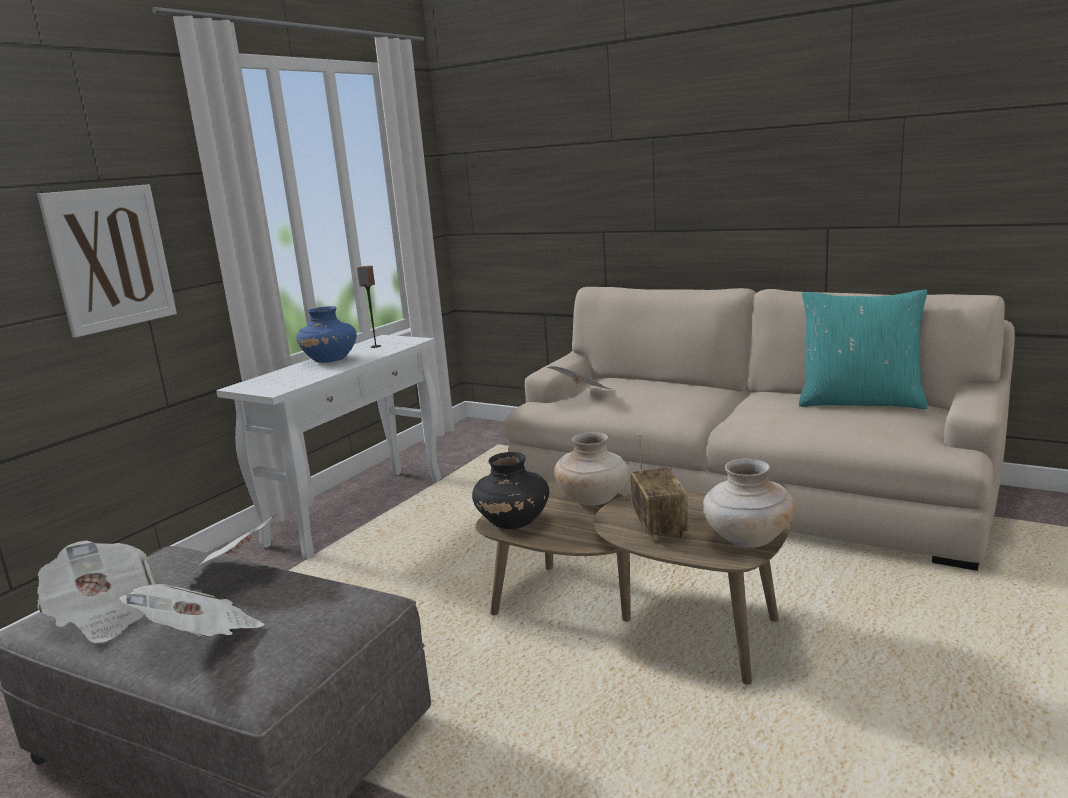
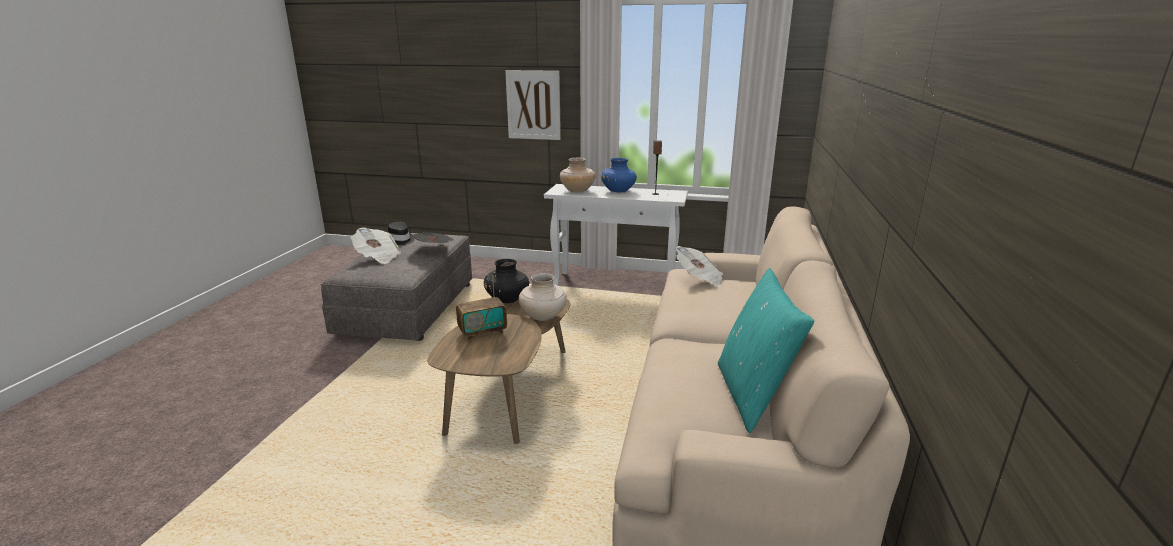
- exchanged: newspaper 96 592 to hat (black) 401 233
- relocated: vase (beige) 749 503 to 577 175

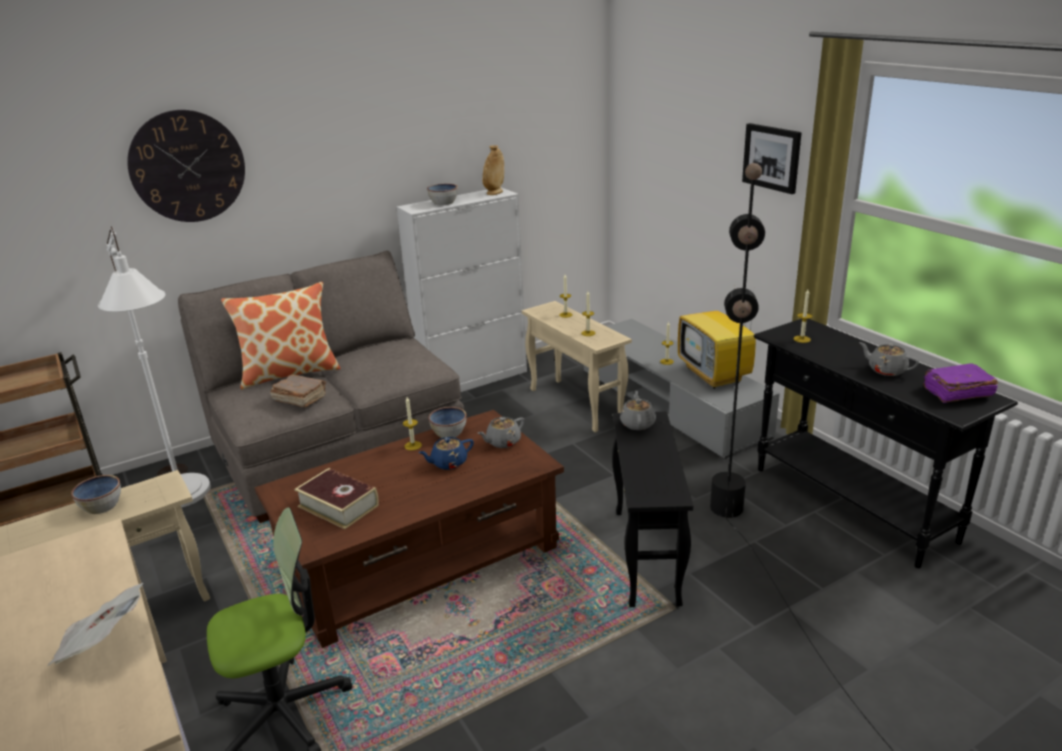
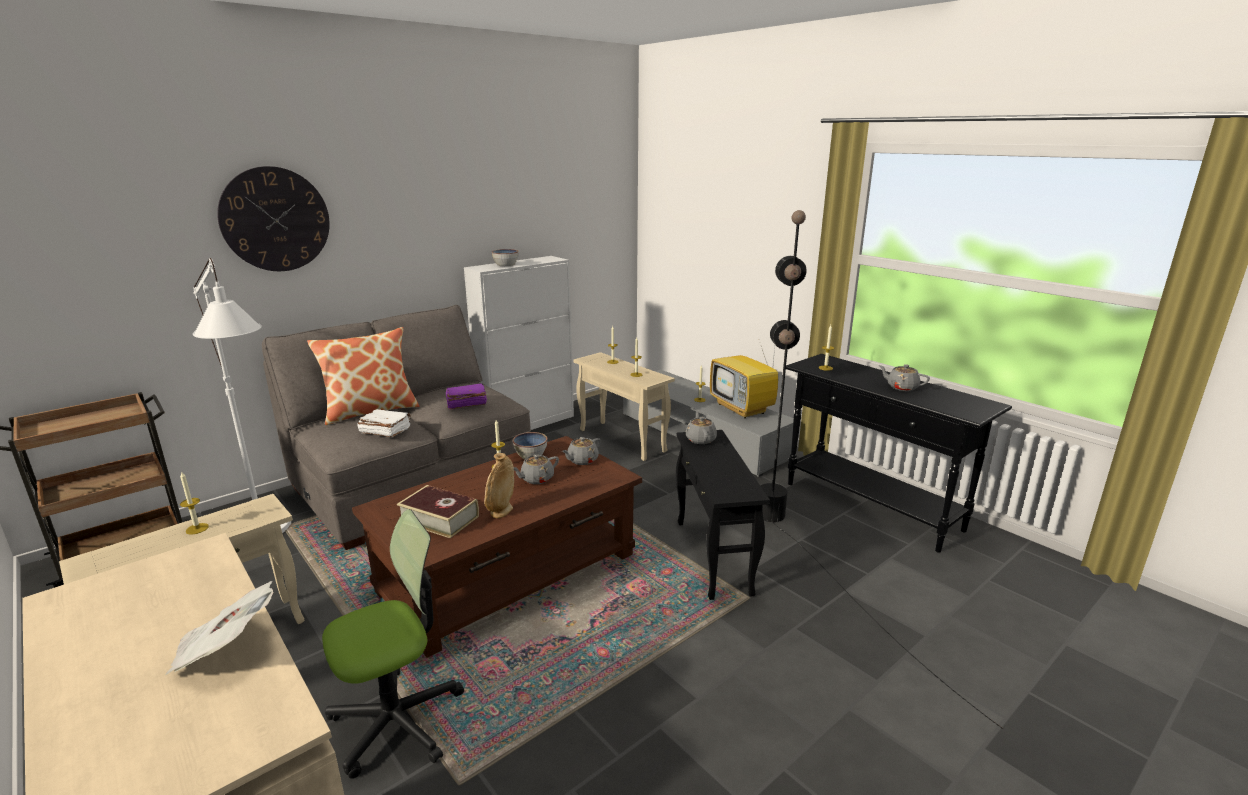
- exchanged: bowl 96 494 to candle 194 503
- colour: book (brown) 298 390 to book (white) 384 423
- colour: teapot (blue) 446 453 to teapot (grey) 536 469
- relocated: vase (beige) 493 170 to 499 485
- missing: picture 772 158
- relocated: book (purple) 961 383 to 466 397

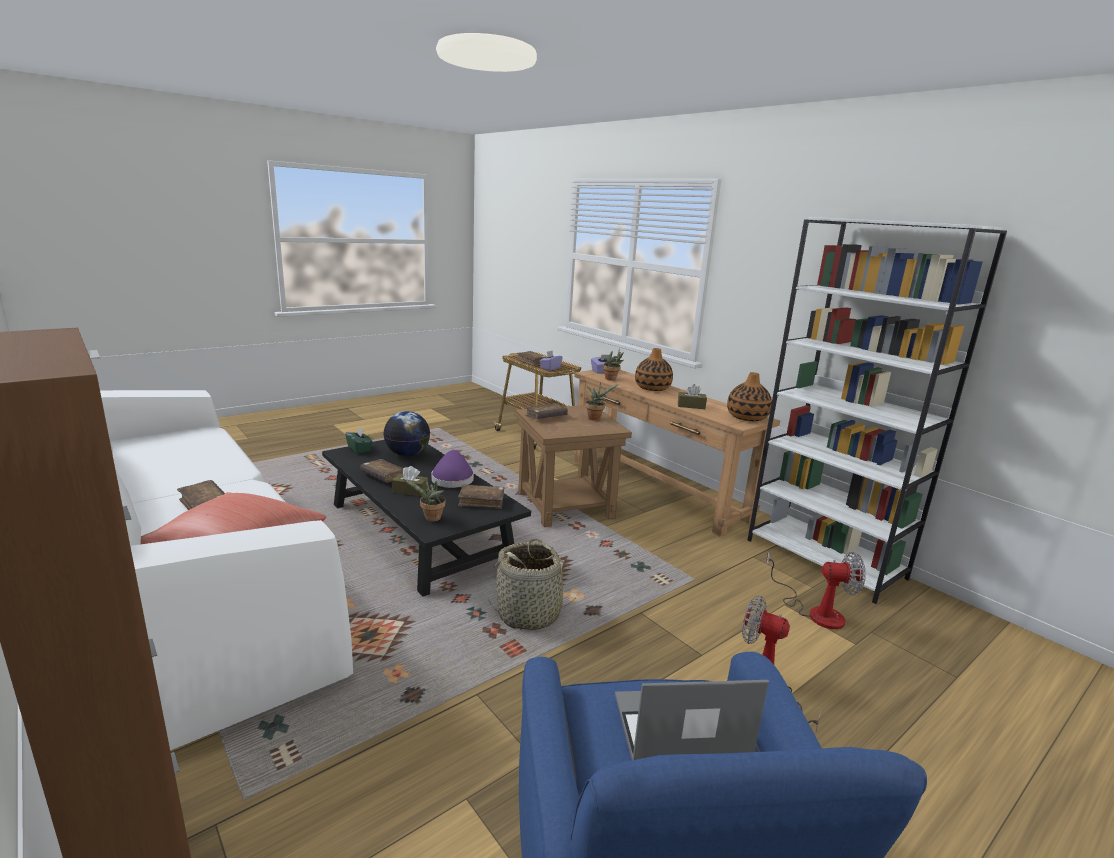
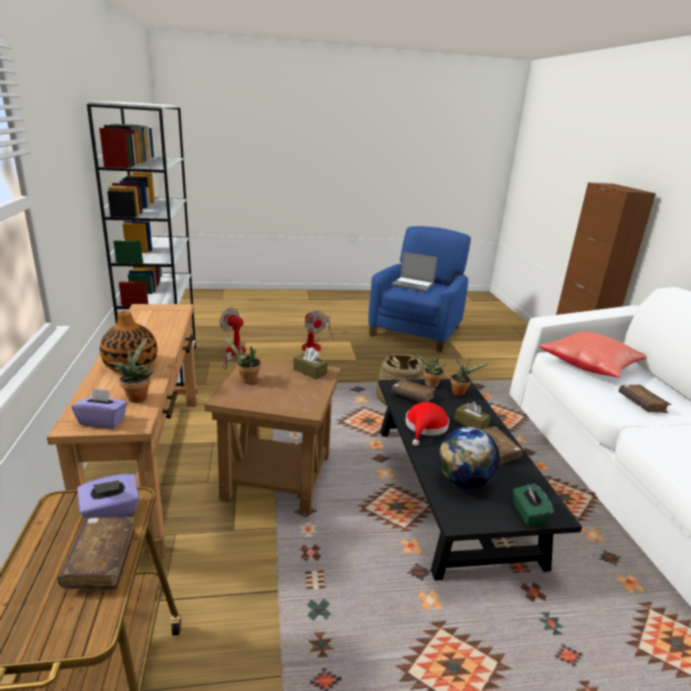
- colour: hat (purple) 452 469 to hat (red) 427 424
- missing: book (brown) 546 411
- relocated: tissue box (brown) 692 396 to 311 363
- missing: vase 749 396
- appeared: potted plant 430 370

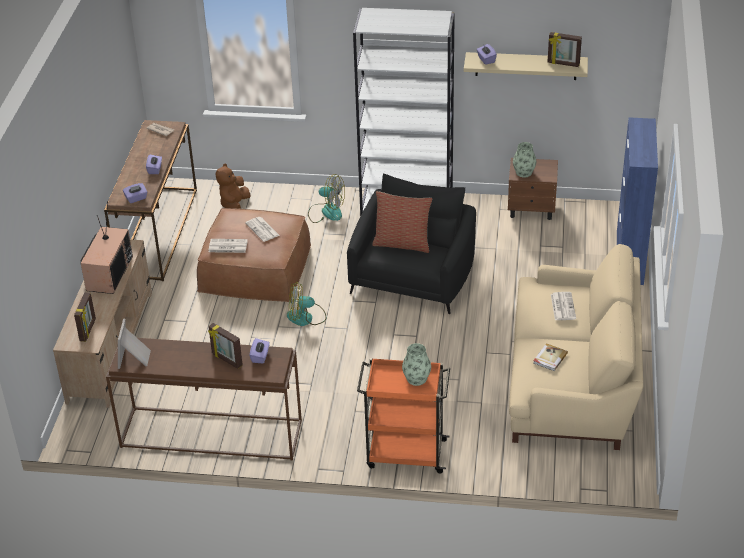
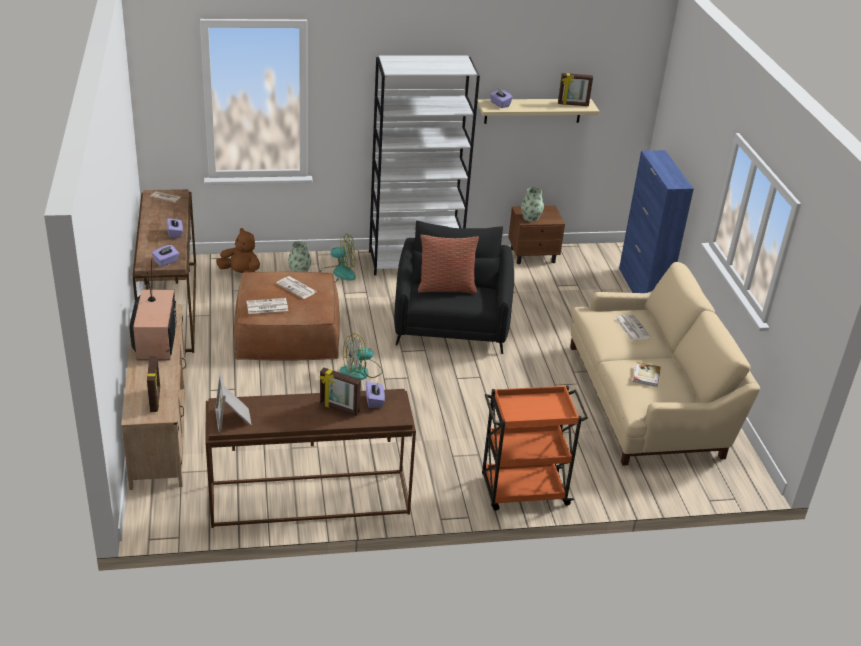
- spun: plush toy (brown) 233 186 = 238 250 120 degrees clockwise
- relocated: vase 416 364 to 299 256

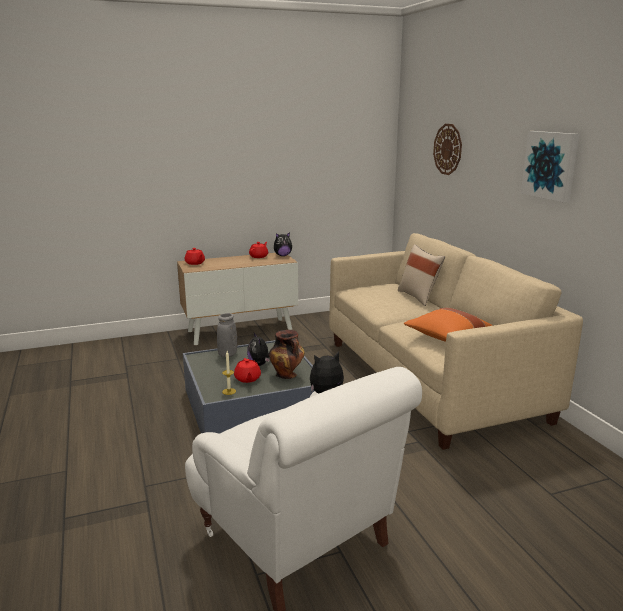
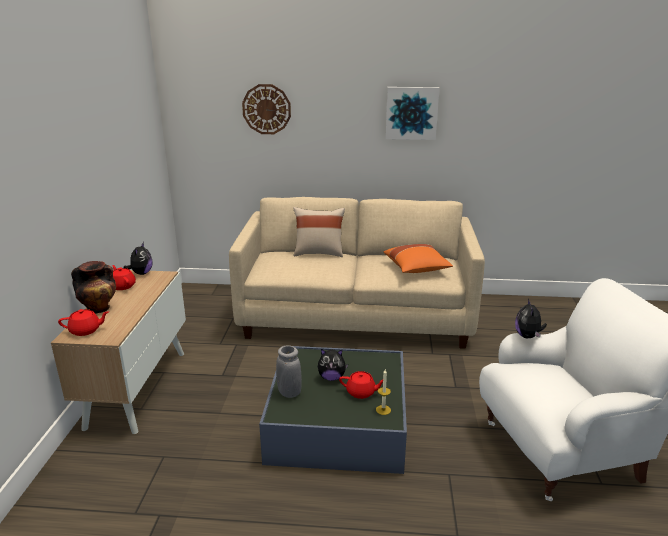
- relocated: vase 287 354 to 93 287

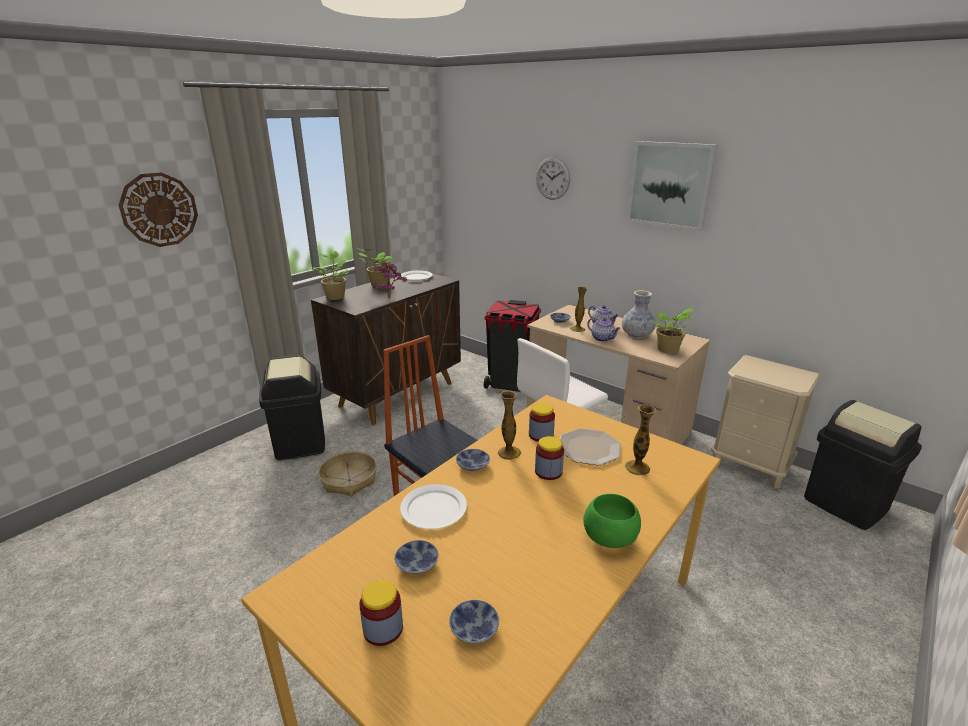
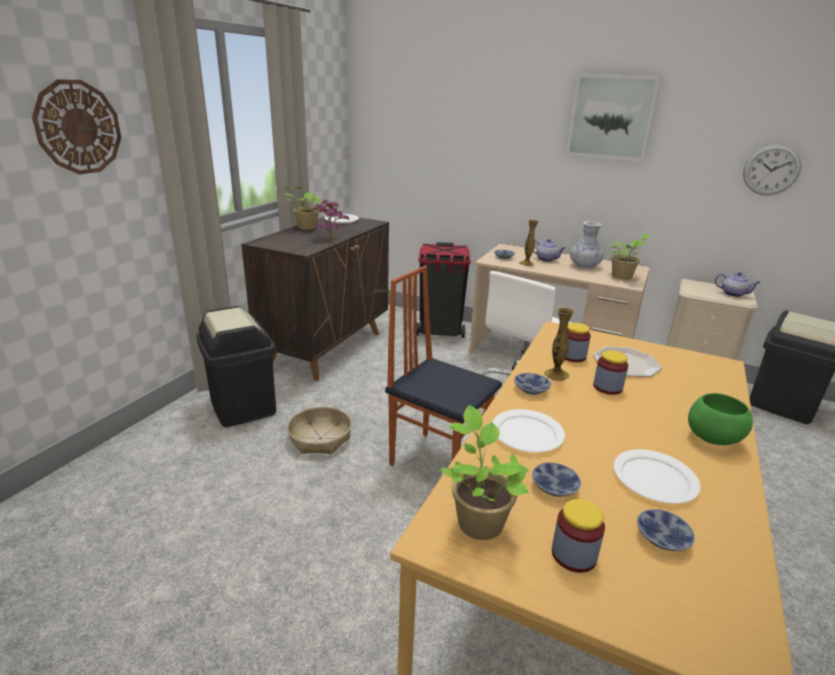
- relocated: potted plant 330 275 to 484 472
- relocated: wall clock 553 178 to 772 169
- relocated: teapot 604 330 to 738 284
- missing: vase 640 439
- appeared: plate (white) 657 476

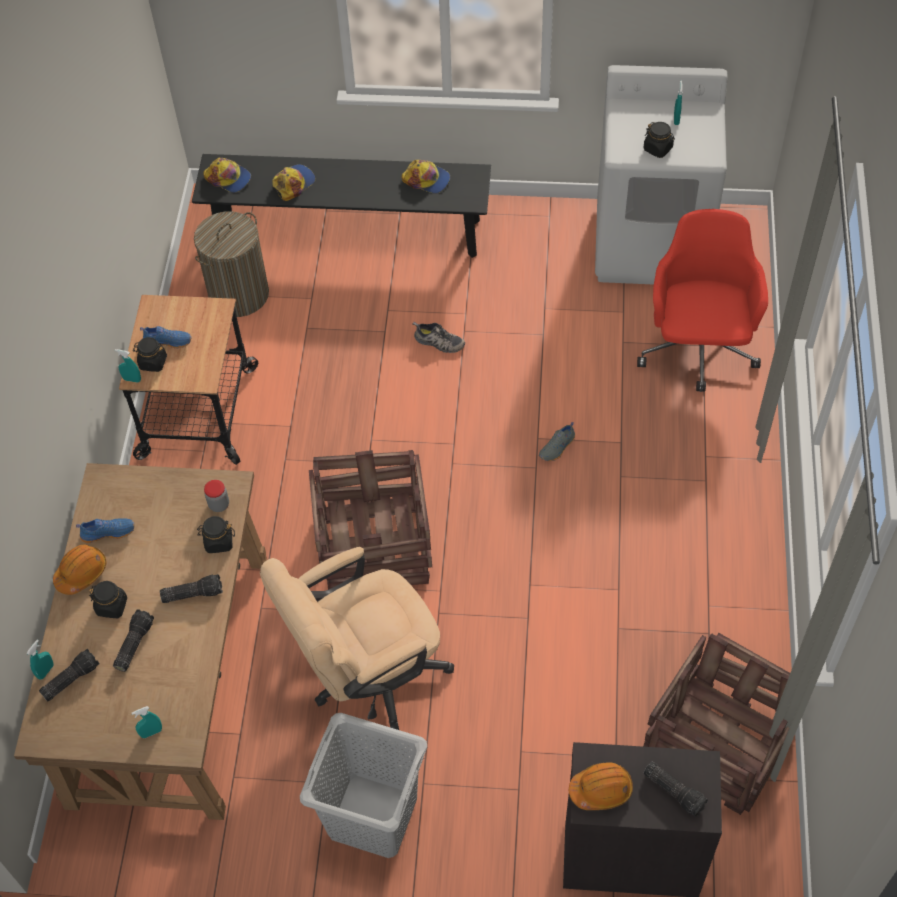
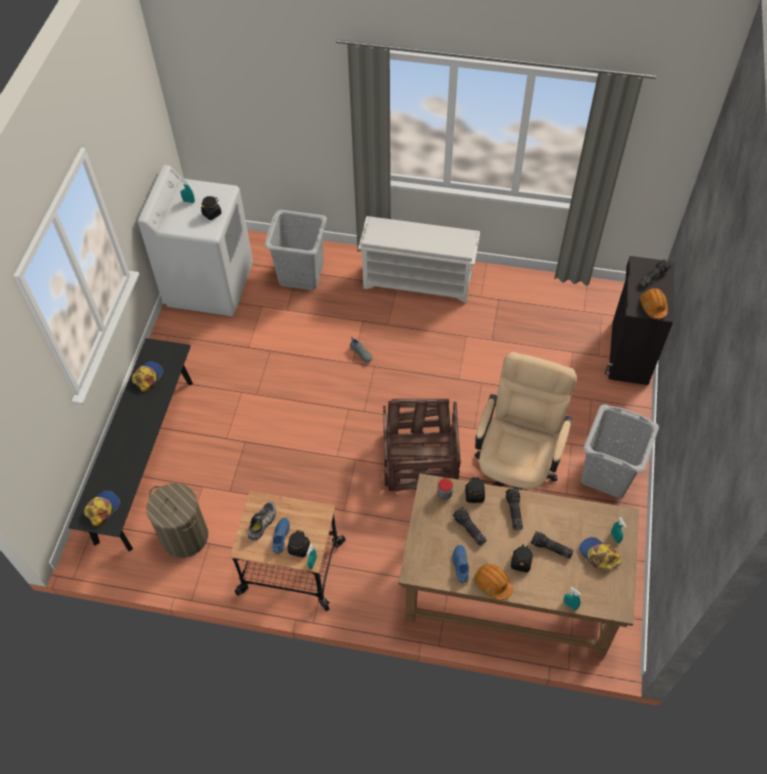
- relocated: flashlight 69 675 to 470 526
- spun: office chair (beige) 357 638 = 525 421 135 degrees counterclockwise
- relocated: cap 294 182 to 600 553
- relocated: shoe 438 337 to 261 520
- exchanged: office chair (red) 702 300 to laundry basket (grey) 295 250
- missing: crate 716 724
- appeared: shoe rack (white) 419 259

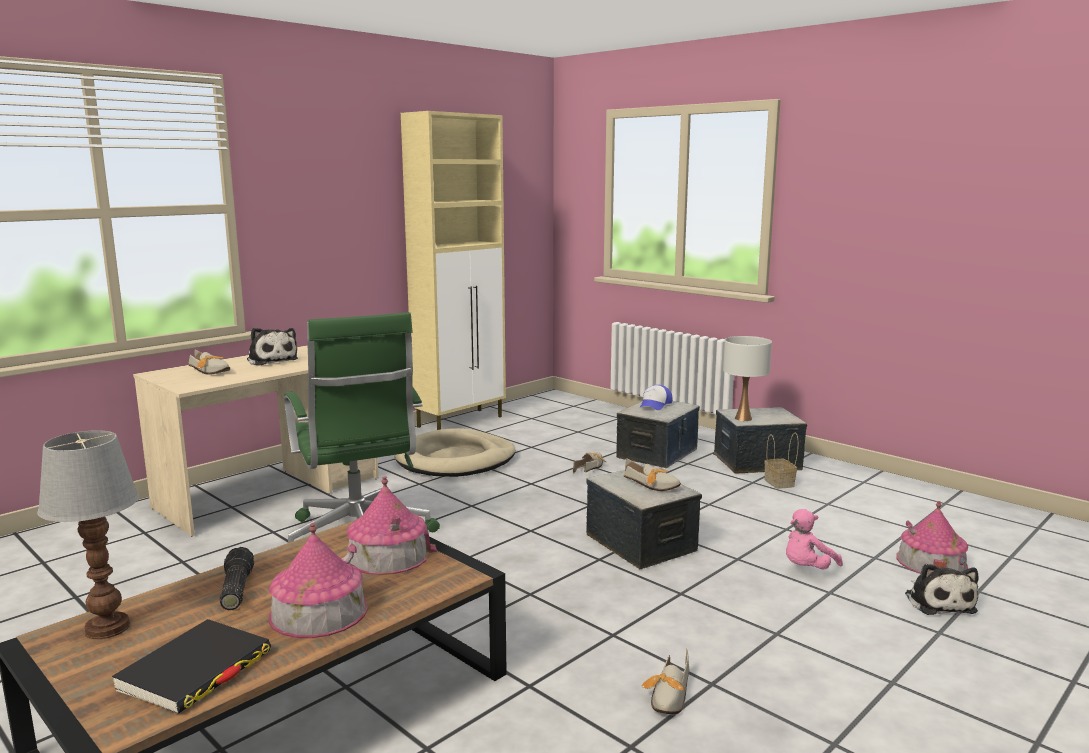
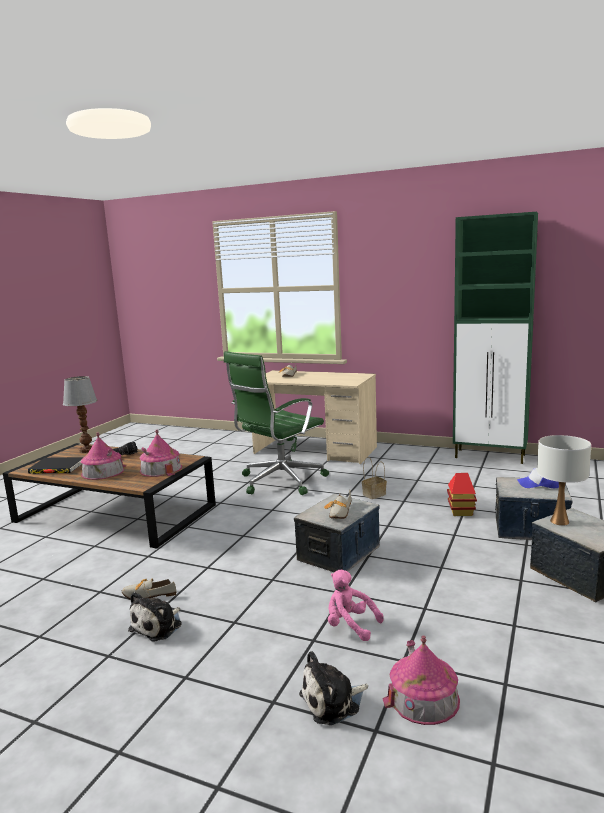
- relocated: plush toy 272 347 to 155 617
- missing: dog bed (beige) 455 452
- colour: cabinet (beige) 453 270 to cabinet (green) 495 338
- exchanged: shoe 589 463 to toy house 462 494
- relocated: basket 781 461 to 374 478

